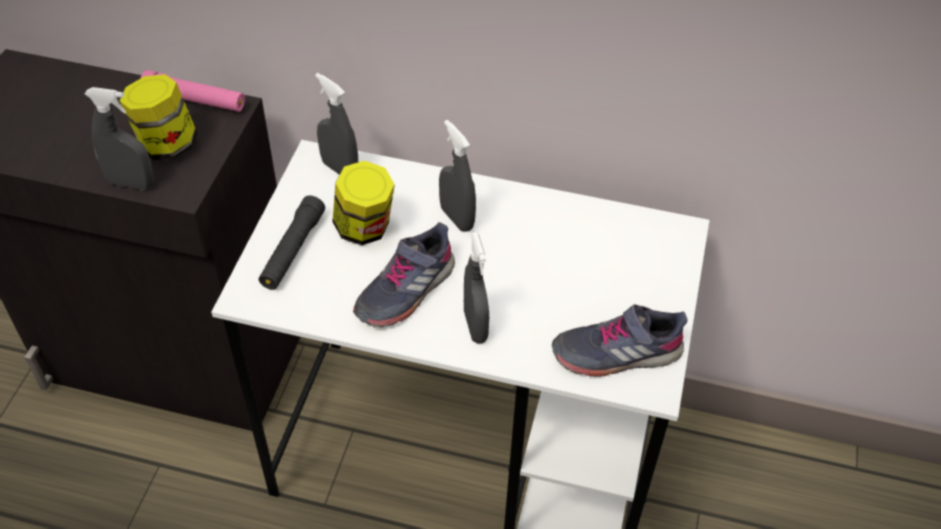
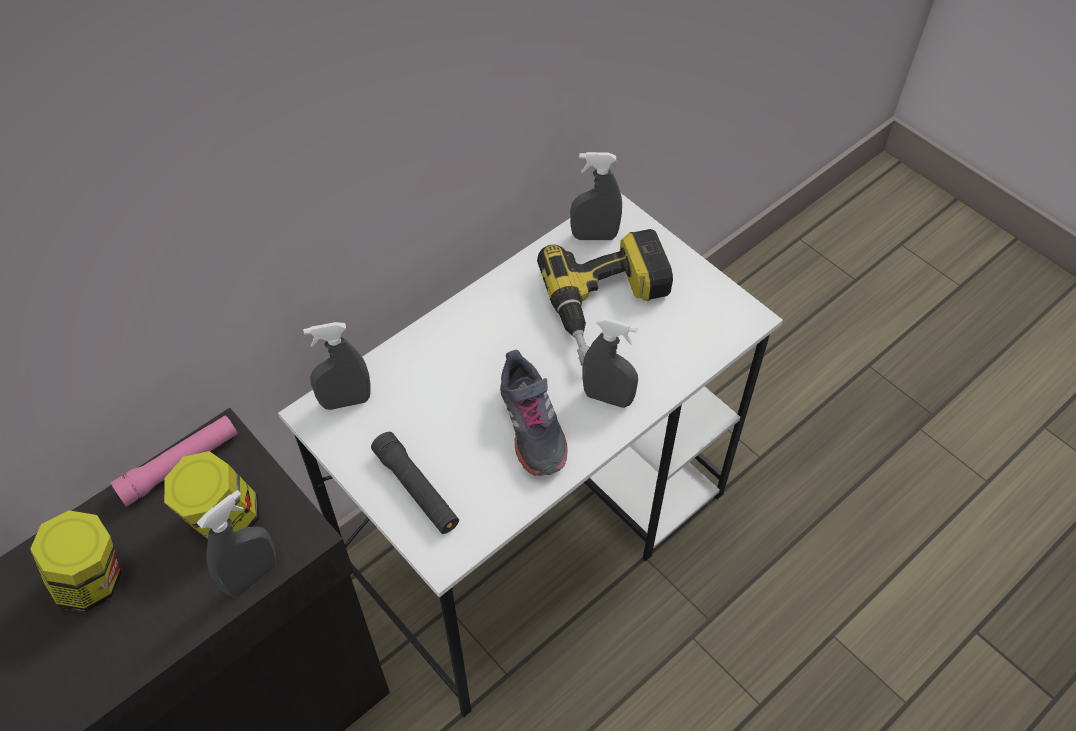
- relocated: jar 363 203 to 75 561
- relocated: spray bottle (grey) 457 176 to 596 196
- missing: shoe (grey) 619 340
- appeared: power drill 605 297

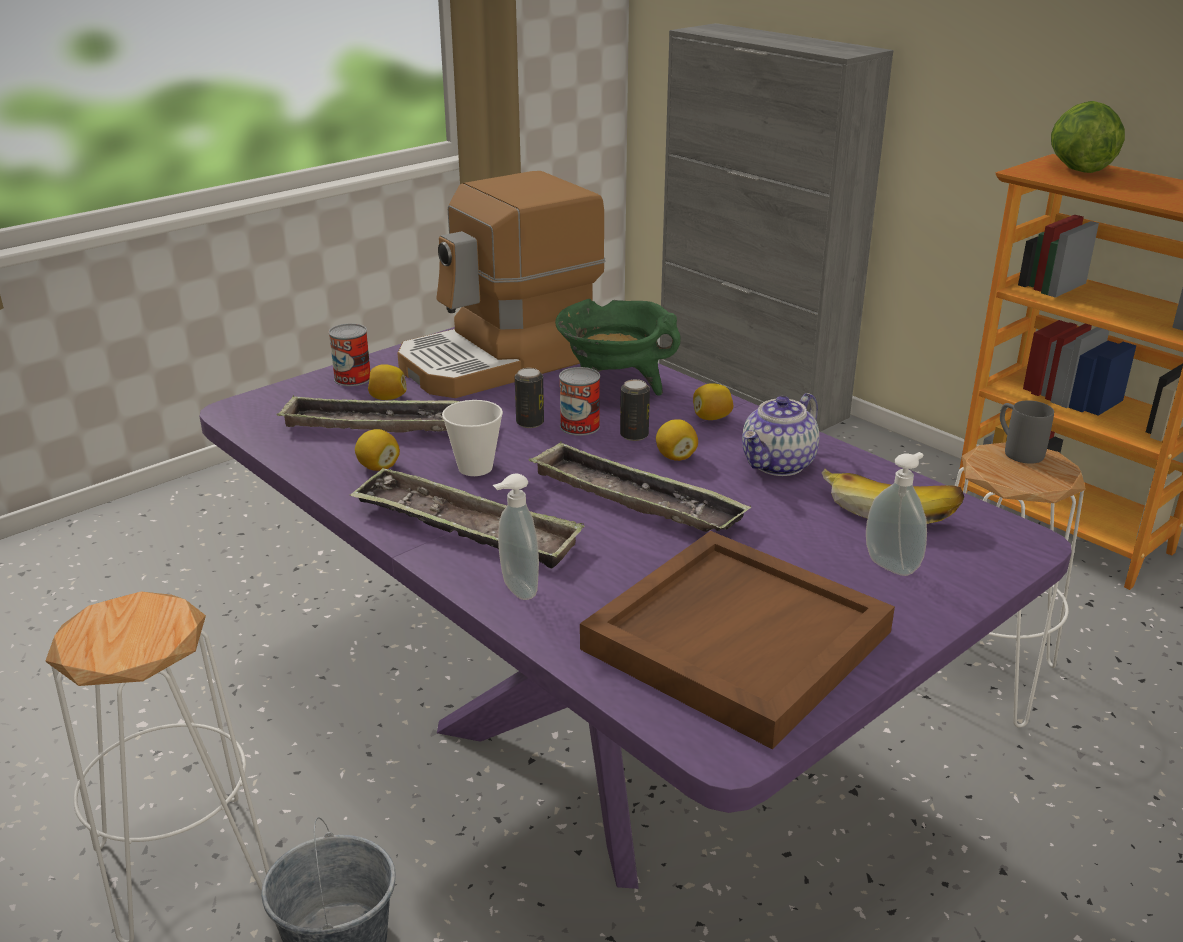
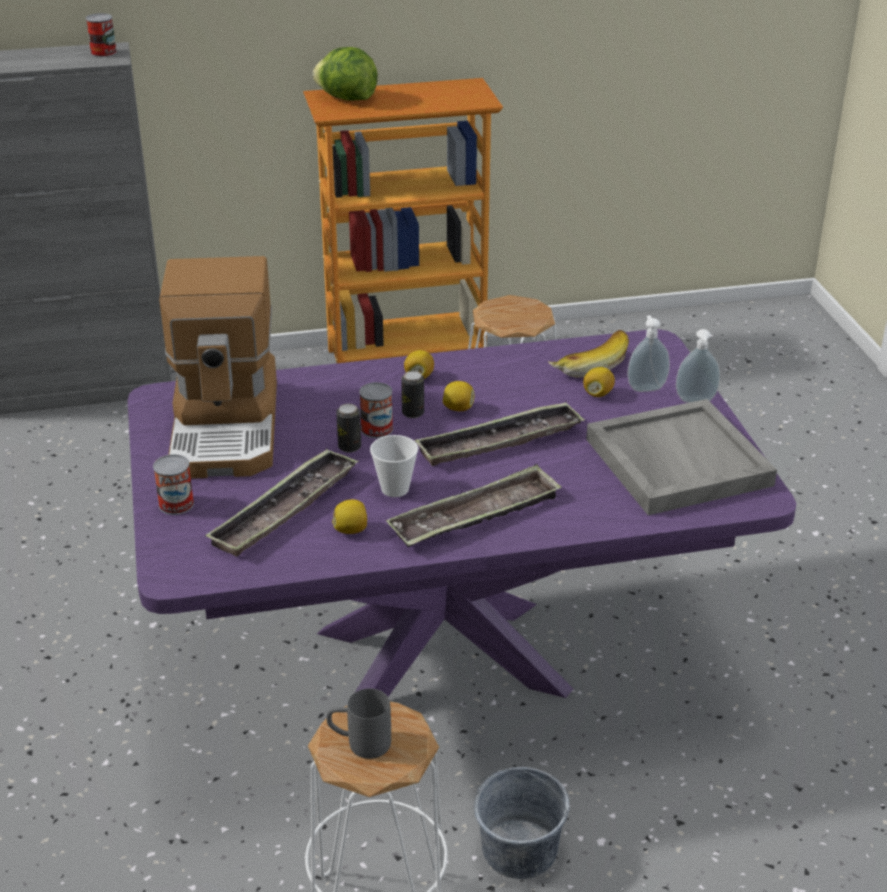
- relocated: lemon 387 382 to 599 382
- relocated: soap dispenser 516 536 to 698 366
- missing: cooking pot (green) 618 347
- colour: tray (brown) 737 640 to tray (grey) 681 457
- missing: teapot 781 434
- relocated: mug (grey) 1027 432 to 358 723
- appeared: can 101 35

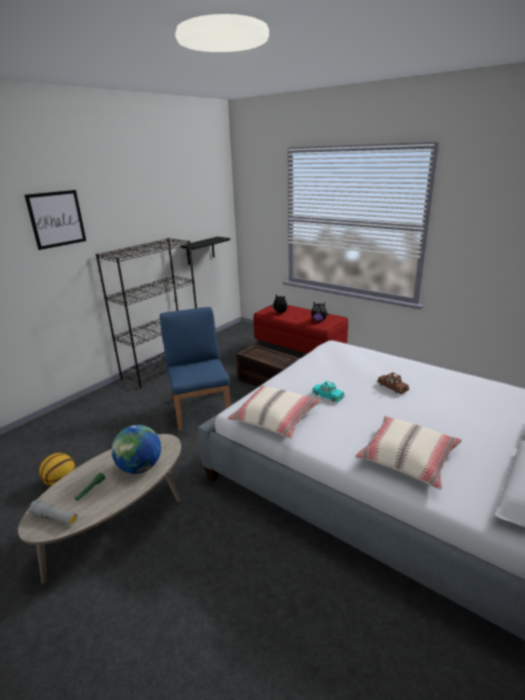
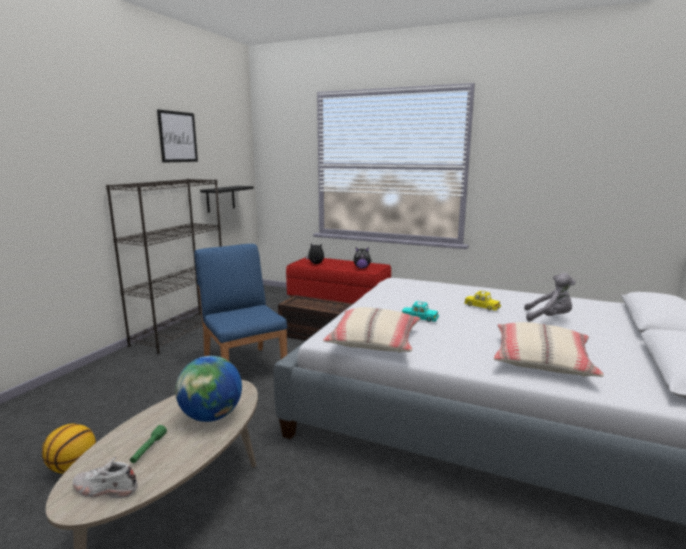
- relocated: picture 55 220 to 177 136
- exchanged: flashlight (grey) 53 513 to shoe (white) 105 477
- colour: toy car (brown) 393 383 to toy car (yellow) 482 301
- appeared: plush toy (grey) 550 297

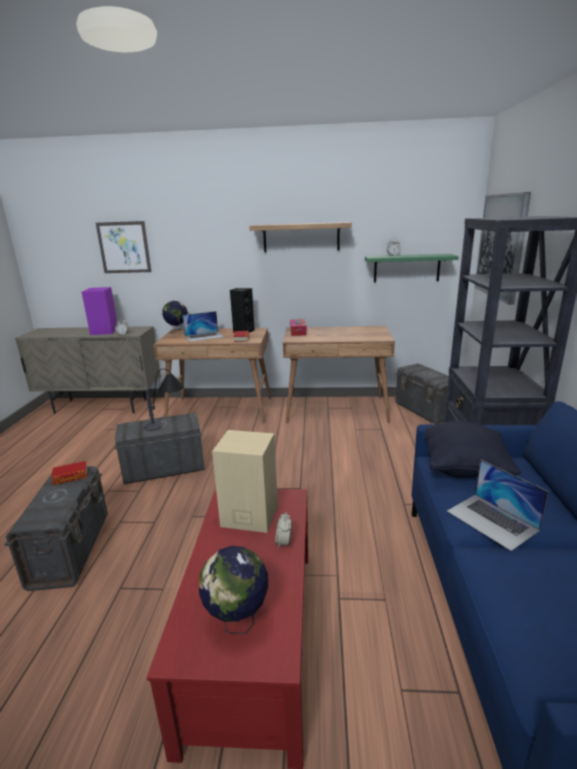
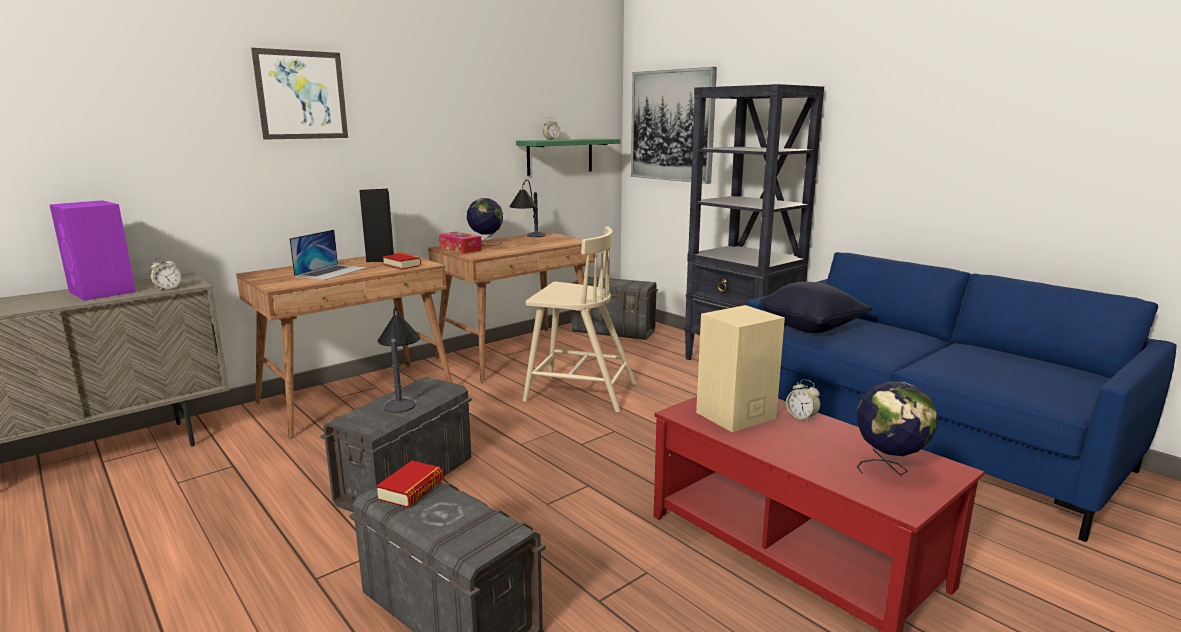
- relocated: picture 123 247 to 299 94
- relocated: globe 175 317 to 485 222
- missing: shelf 300 237
- missing: laptop 498 505
- appeared: table lamp 527 208
- appeared: chair (beige) 580 319

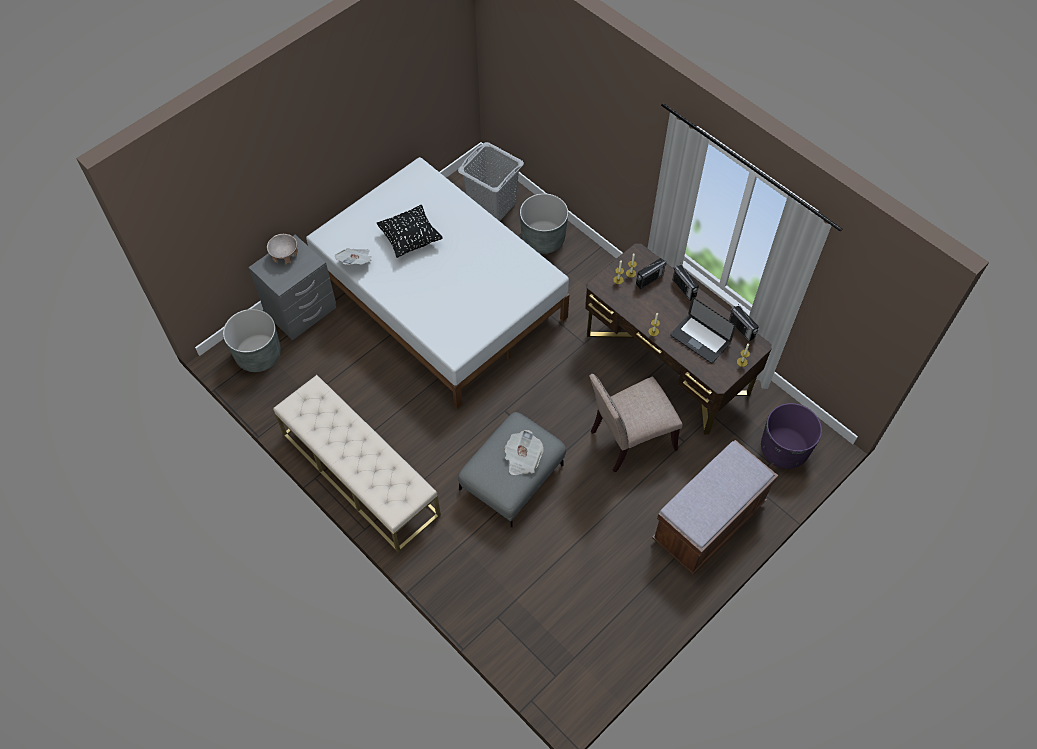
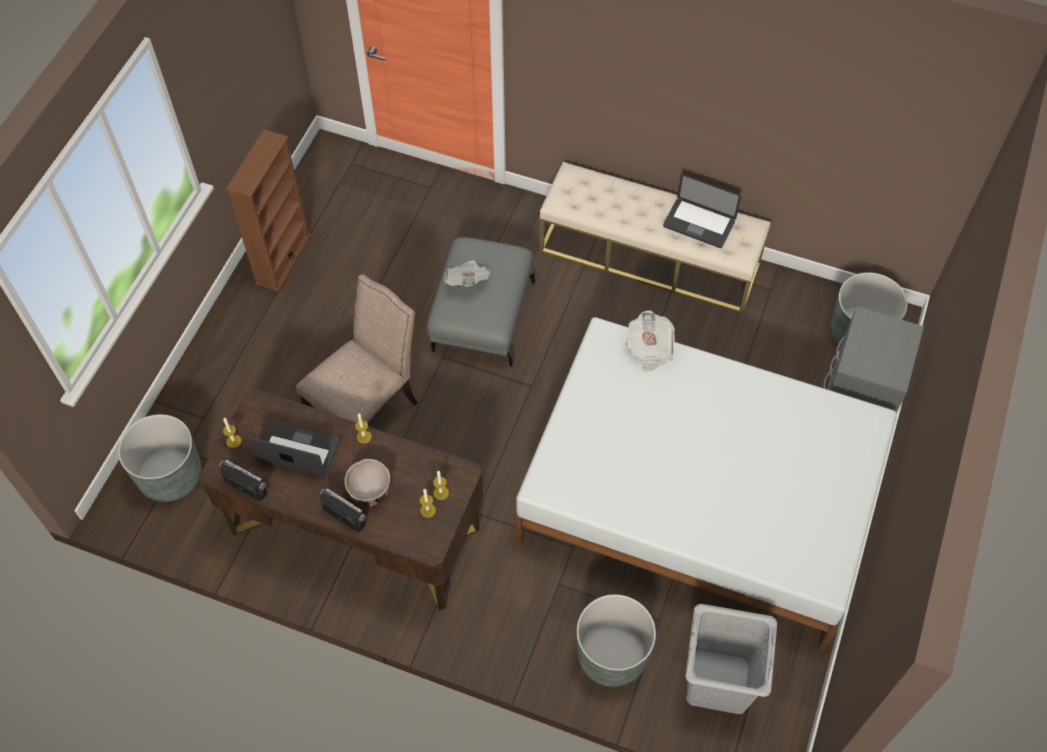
- relocated: bowl (beige) 282 249 to 367 483
- relocated: newspaper 353 256 to 650 341
- missing: pillow (black) 410 231
- missing: radio 651 273
- missing: bench (brown) 715 507
- colour: planter (purple) 791 436 to planter (grey) 159 458
- appeared: bookcase (brown) 268 210
- appeared: laptop 702 211

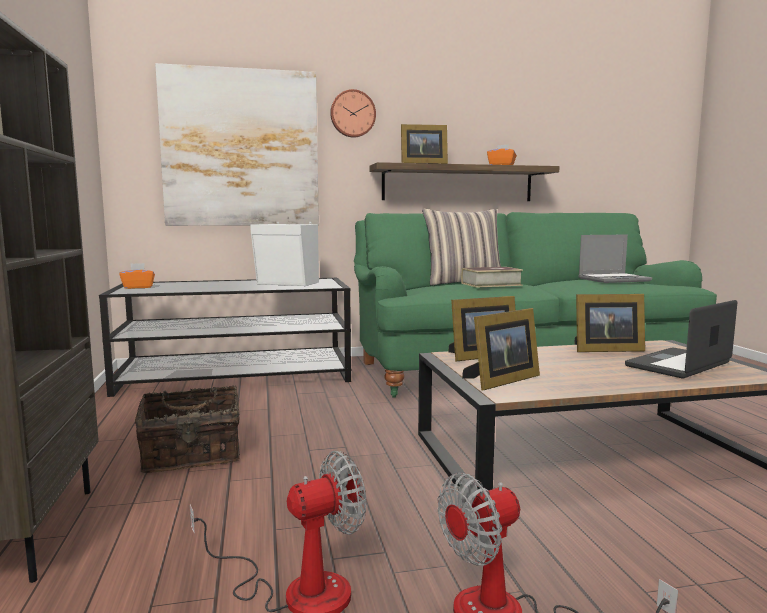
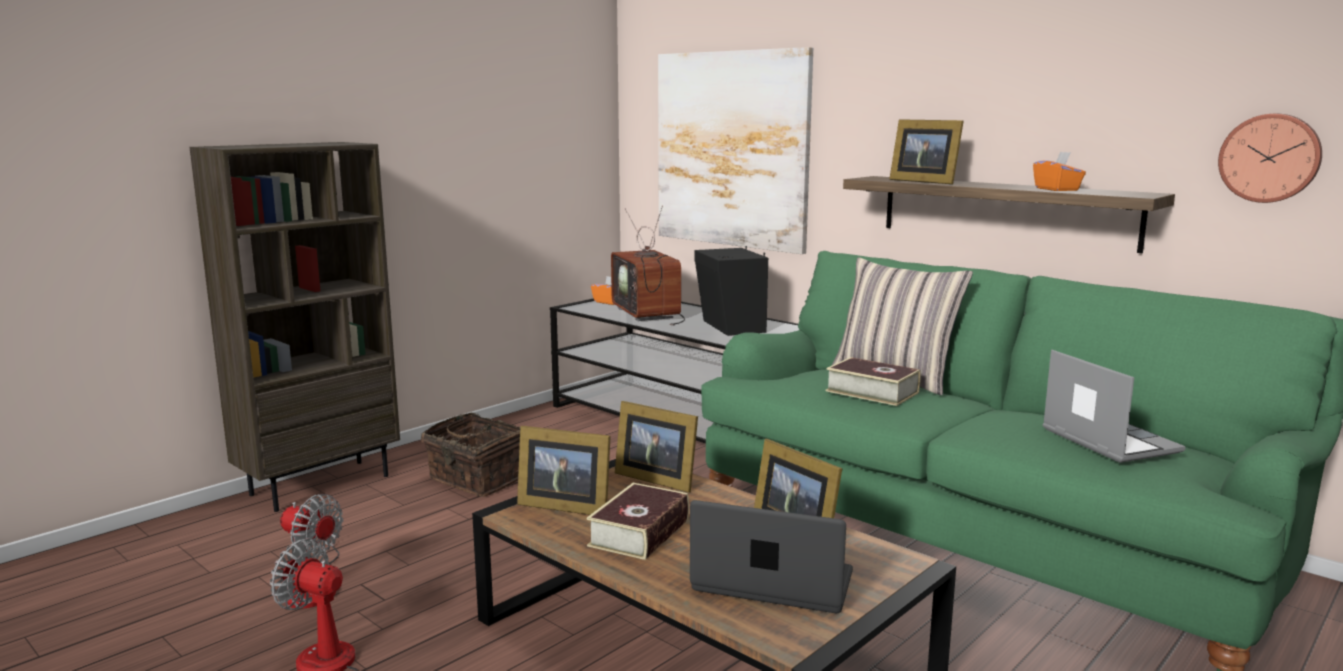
- colour: speaker (white) 284 254 to speaker (black) 731 291
- relocated: wall clock 353 113 to 1270 158
- spun: laptop 615 259 = 1114 406 150 degrees counterclockwise
- appeared: book 637 521
- appeared: television 648 265

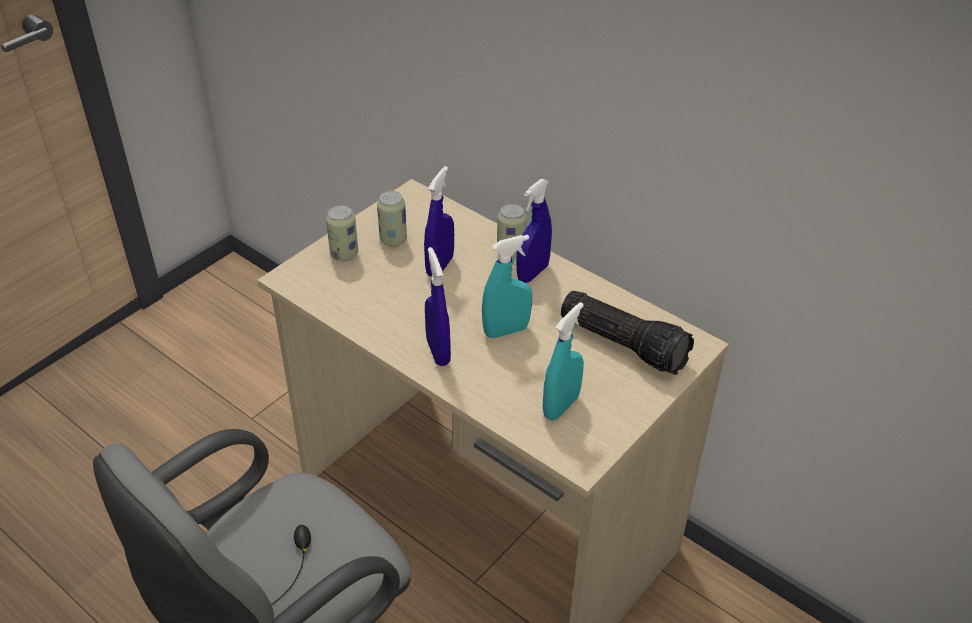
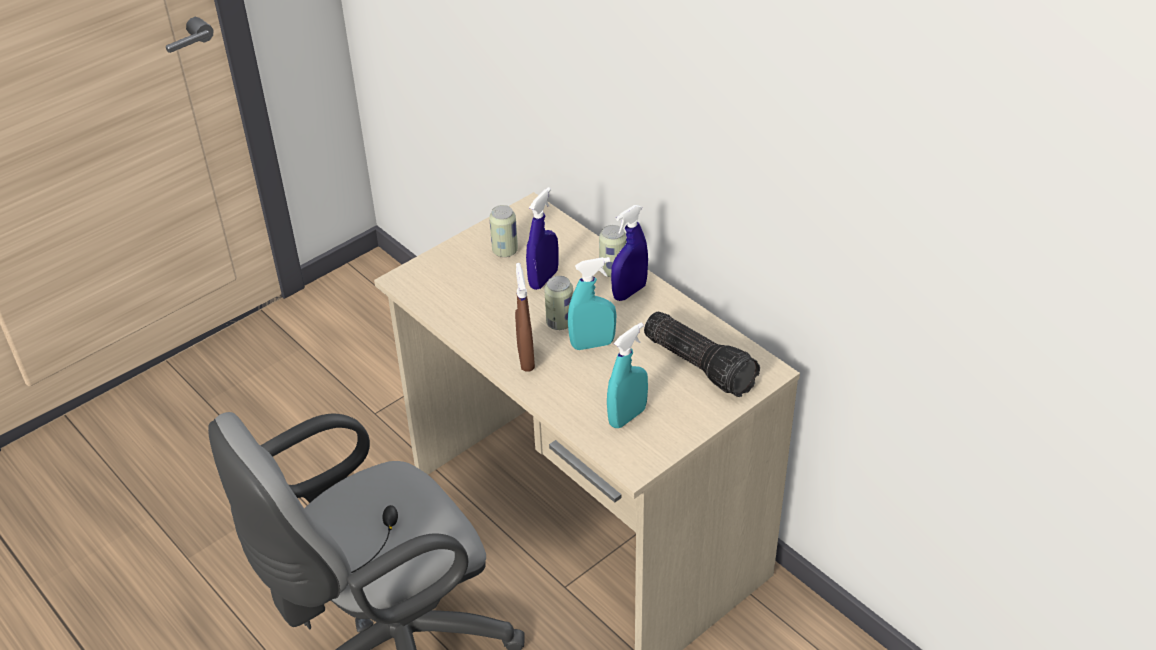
- relocated: can 342 233 to 558 303
- colour: spray bottle (blue) 438 306 to spray bottle (brown) 525 317

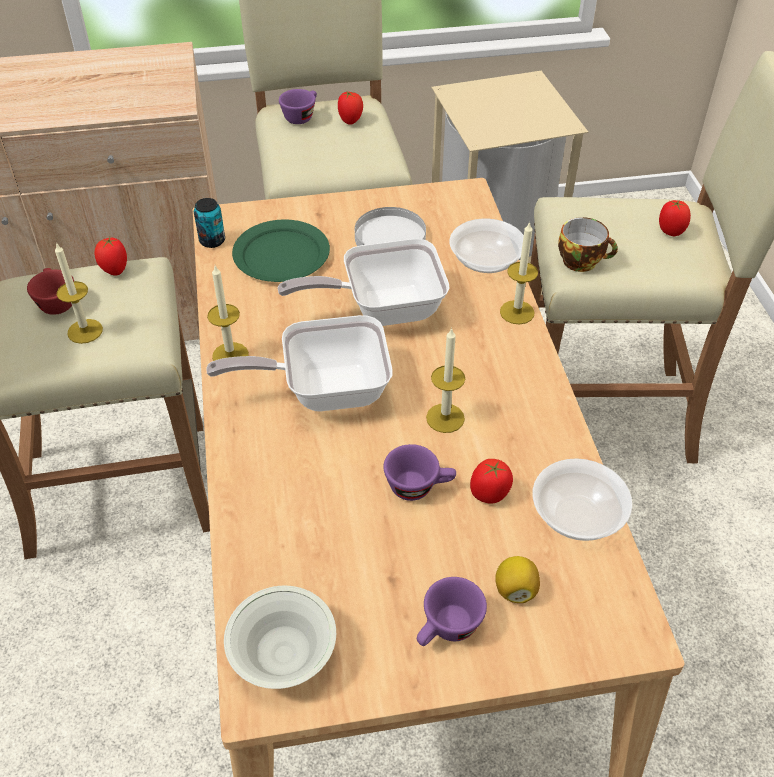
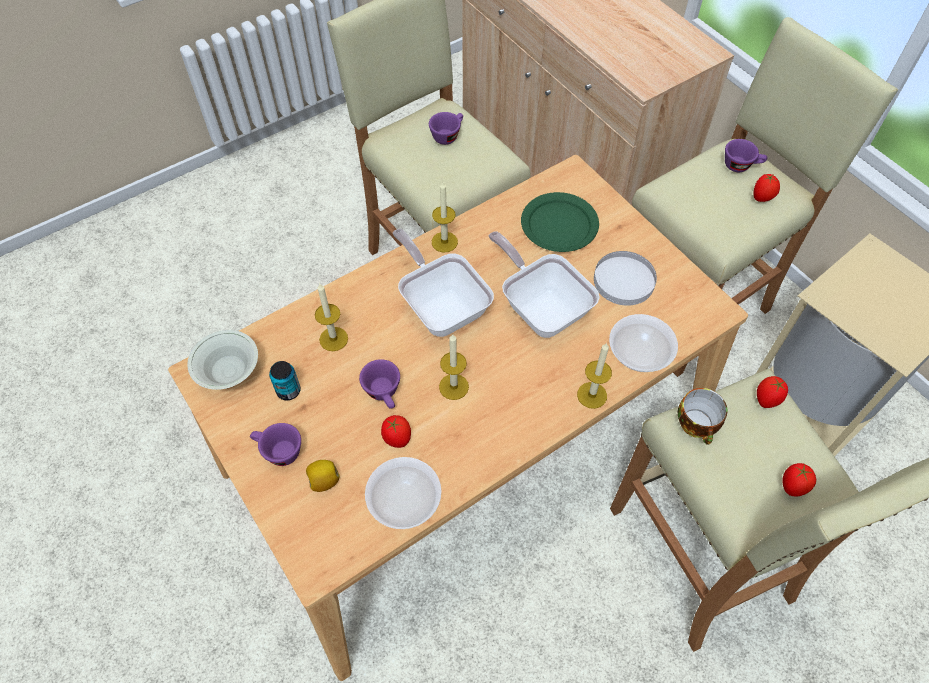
- colour: cup (red) 50 291 to cup (purple) 446 128
- relocated: candle 79 293 to 331 317
- relocated: tomato 110 256 to 772 392
- relocated: can 209 223 to 285 380

